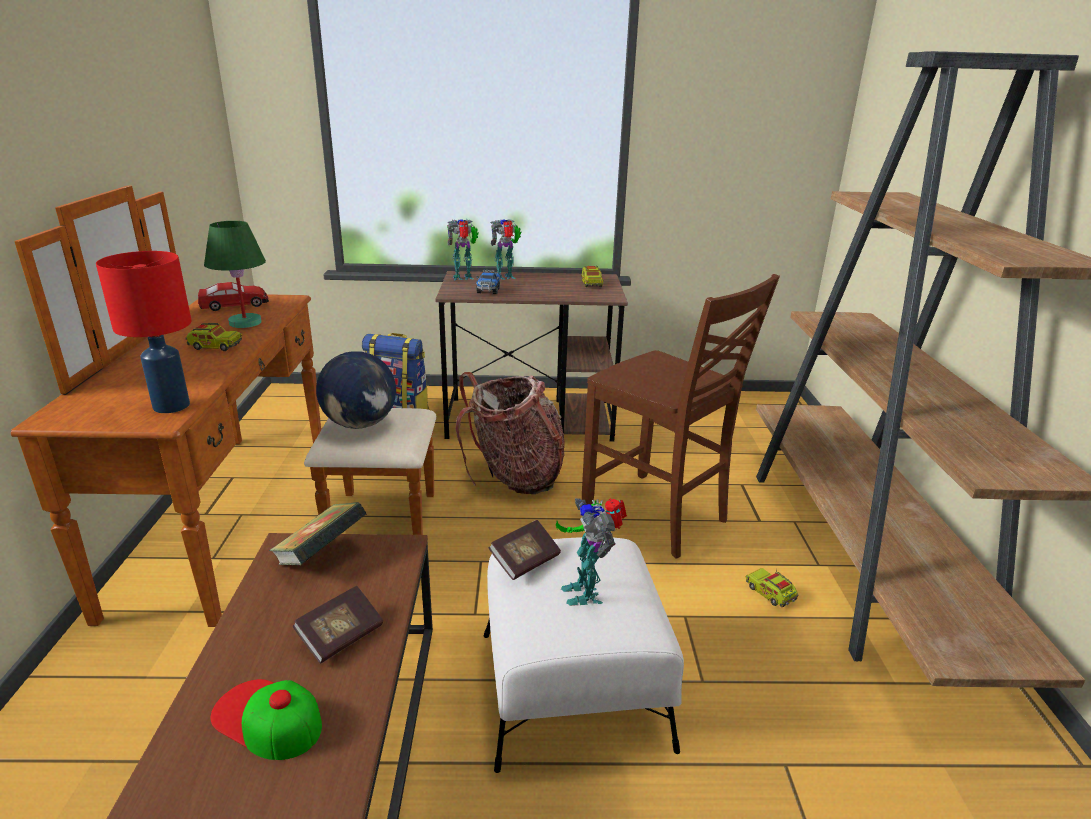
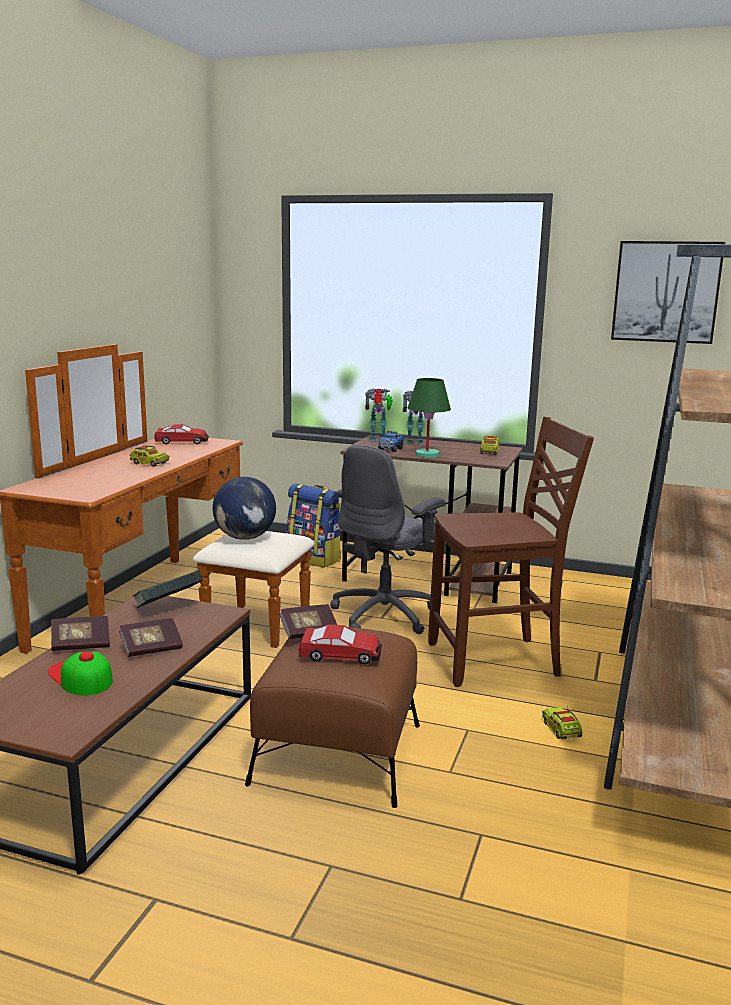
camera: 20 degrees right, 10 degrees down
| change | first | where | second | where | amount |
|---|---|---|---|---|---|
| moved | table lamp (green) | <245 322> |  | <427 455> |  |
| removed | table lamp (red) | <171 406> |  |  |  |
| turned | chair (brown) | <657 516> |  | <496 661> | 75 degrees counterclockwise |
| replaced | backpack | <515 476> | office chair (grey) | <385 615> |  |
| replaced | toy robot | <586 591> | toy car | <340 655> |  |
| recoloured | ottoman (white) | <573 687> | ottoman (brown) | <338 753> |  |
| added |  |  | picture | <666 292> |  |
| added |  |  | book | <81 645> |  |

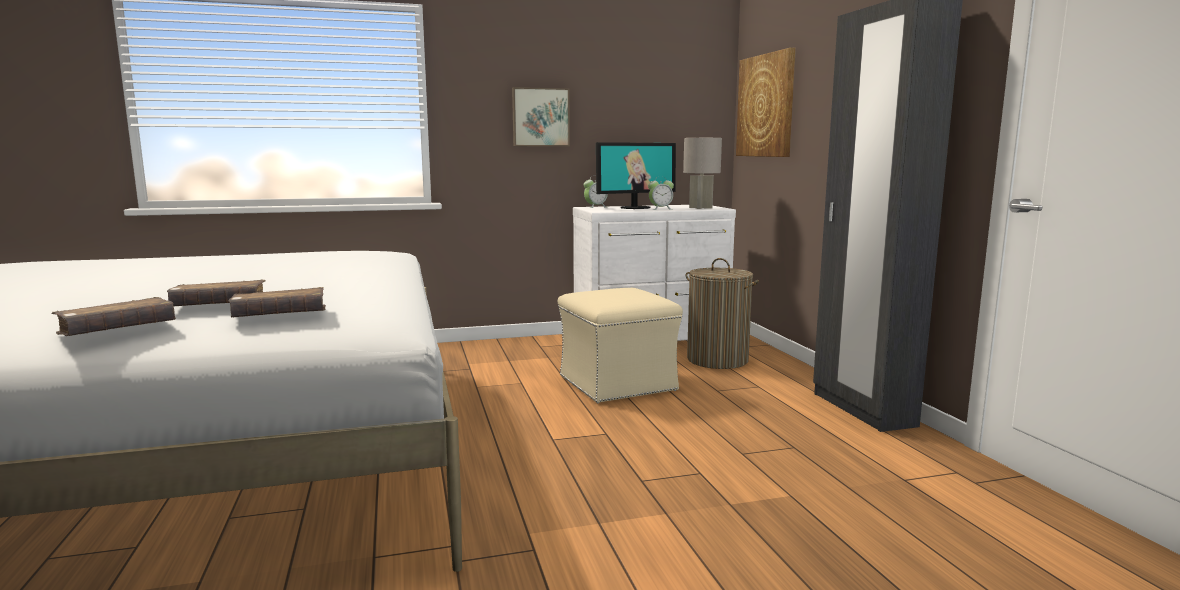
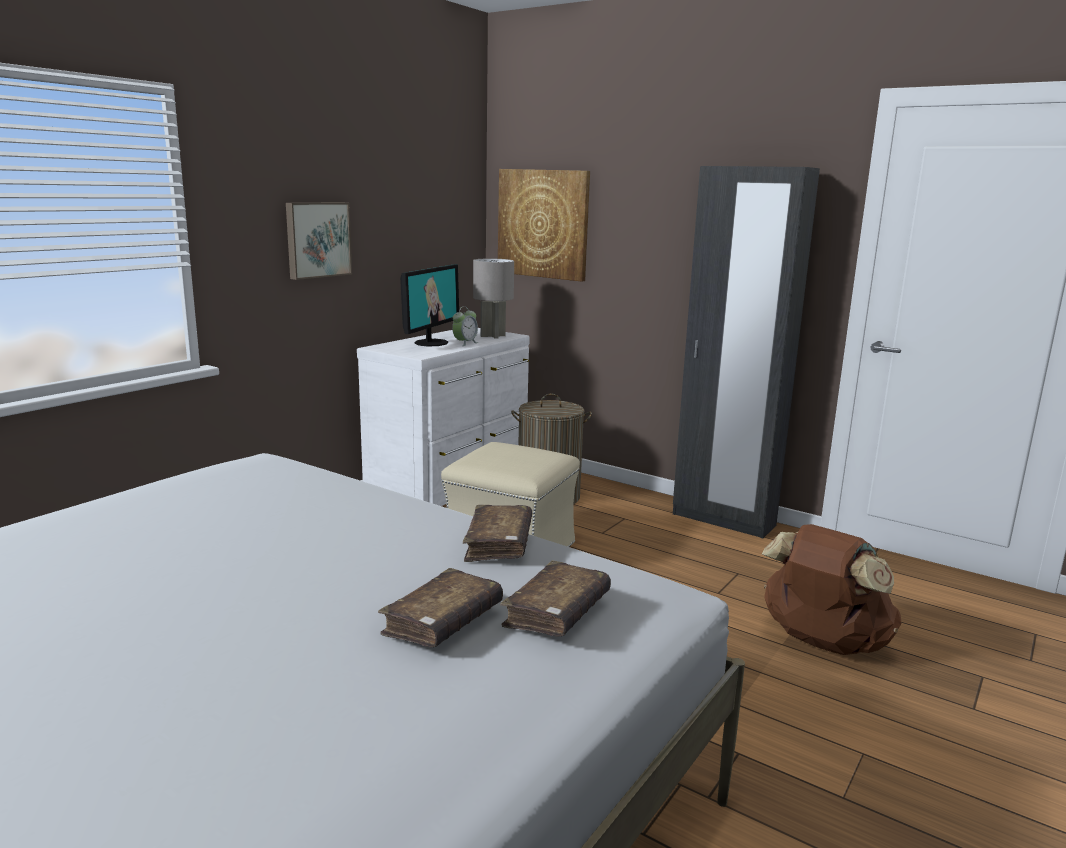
camera: 40 degrees left, 5 degrees up
| change | first | where | second | where | amount |
|---|---|---|---|---|---|
| removed | alarm clock | <595 207> |  |  |  |
| moved | book (brown) | <117 330> |  | <498 544> |  |
| added |  |  | backpack (brown) | <822 643> |  |

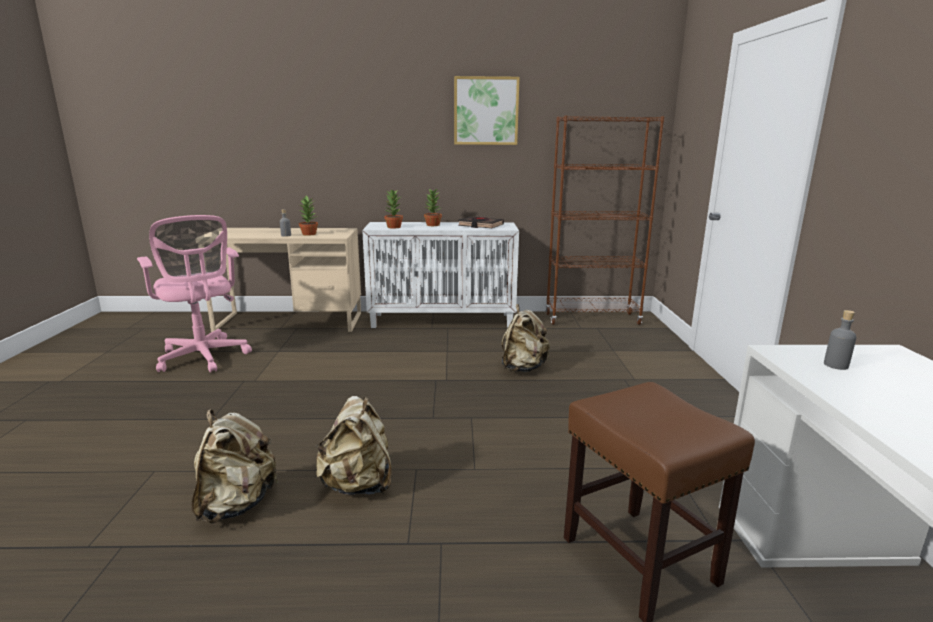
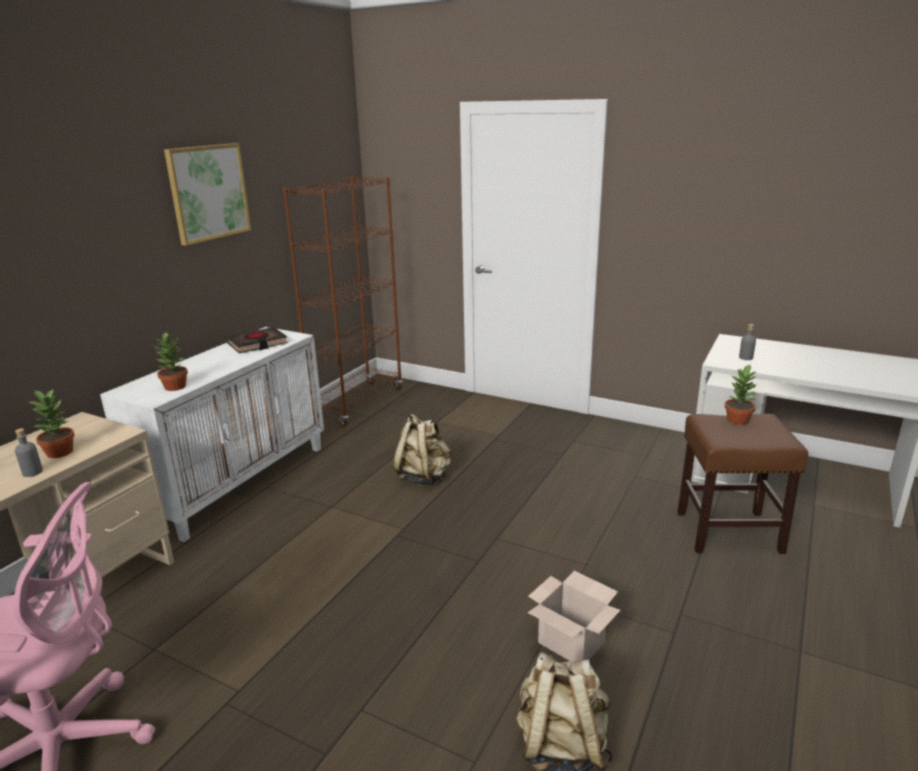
camera: 60 degrees left, 5 degrees up
| change | first | where | second | where | amount |
|---|---|---|---|---|---|
| moved | potted plant | <433 225> |  | <738 420> |  |
| replaced | backpack (beige) | <358 485> | cardboard box | <573 643> |  |

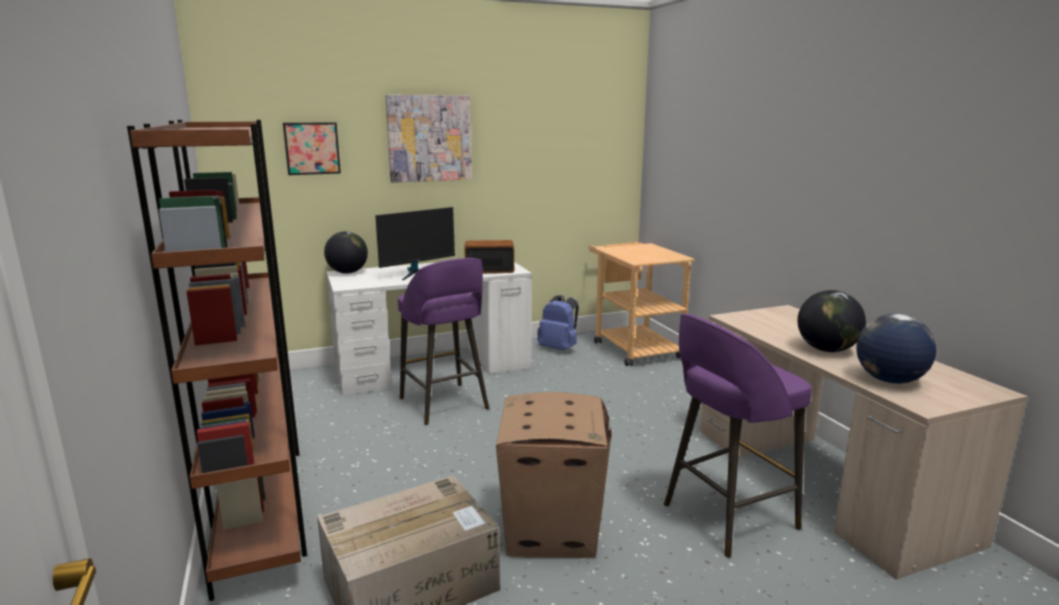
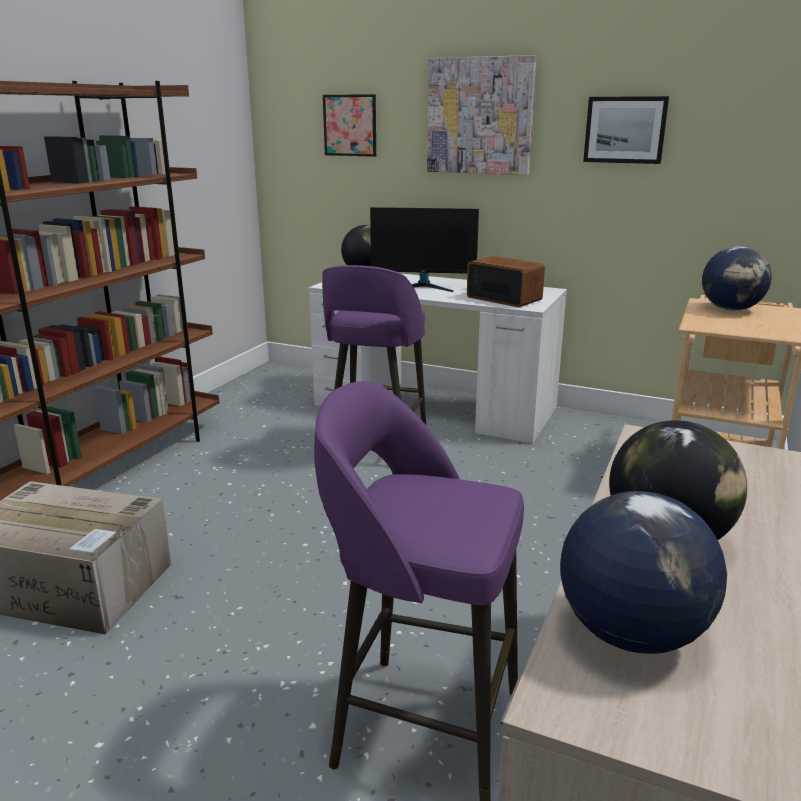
camera: 45 degrees right, 5 degrees up
| change | first | where | second | where | amount |
|---|---|---|---|---|---|
| removed | backpack (blue) | <559 348> |  |  |  |
| removed | cardboard box | <552 529> |  |  |  |
| added |  |  | picture | <625 130> |  |
| added |  |  | globe | <731 309> |  |

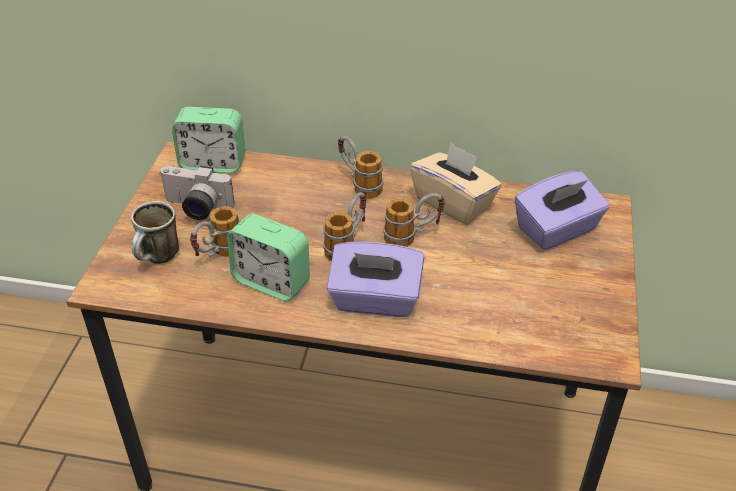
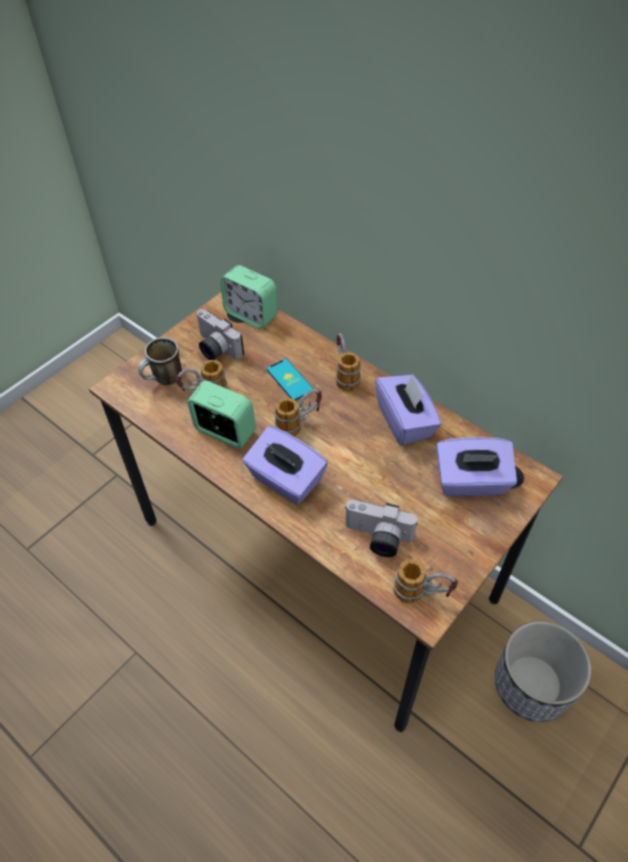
camera: 30 degrees right, 10 degrees up
| change | first | where | second | where | amount |
|---|---|---|---|---|---|
| recoloured | tissue box (beige) | <454 203> | tissue box (purple) | <405 421> |  |
| moved | mug | <413 236> |  | <422 594> |  |
| turned | alarm clock | <271 282> |  | <225 432> | 150 degrees clockwise |
| added |  |  | phone | <289 380> |  |
| added |  |  | photo camera | <377 539> |  |
| added |  |  | planter | <532 685> |  |

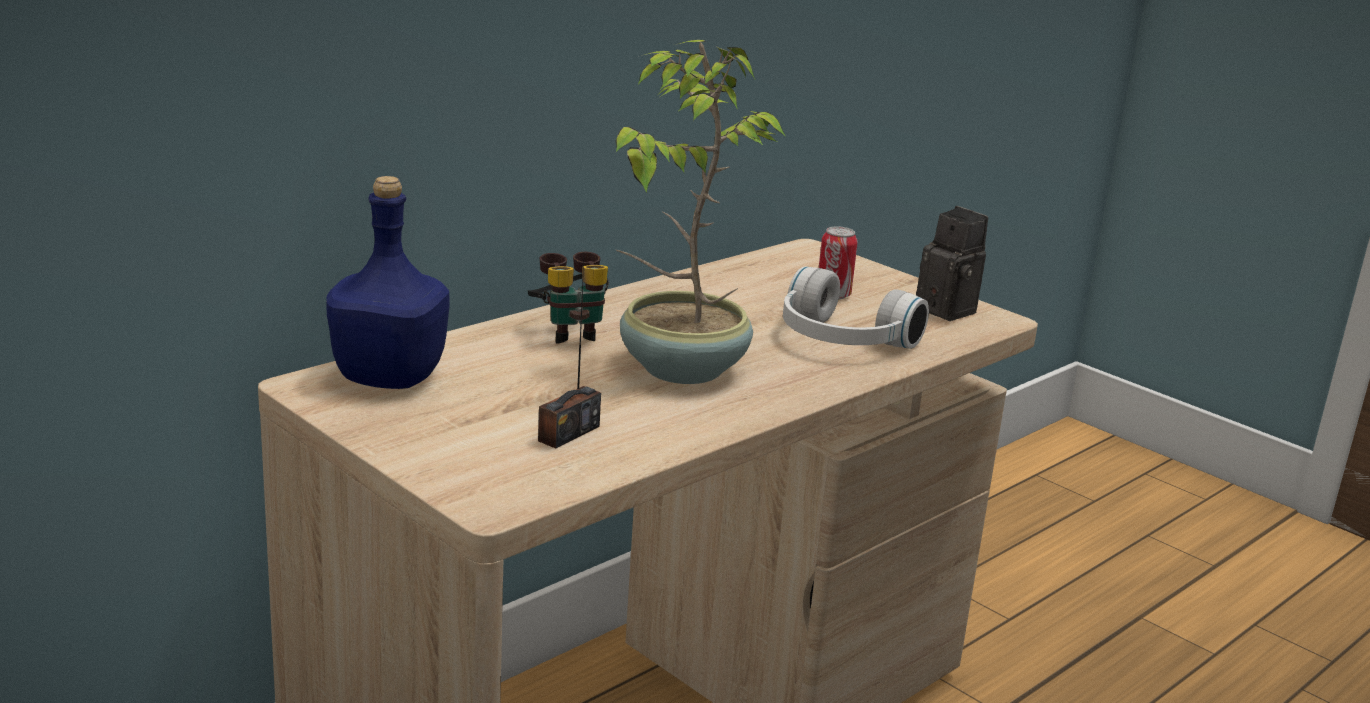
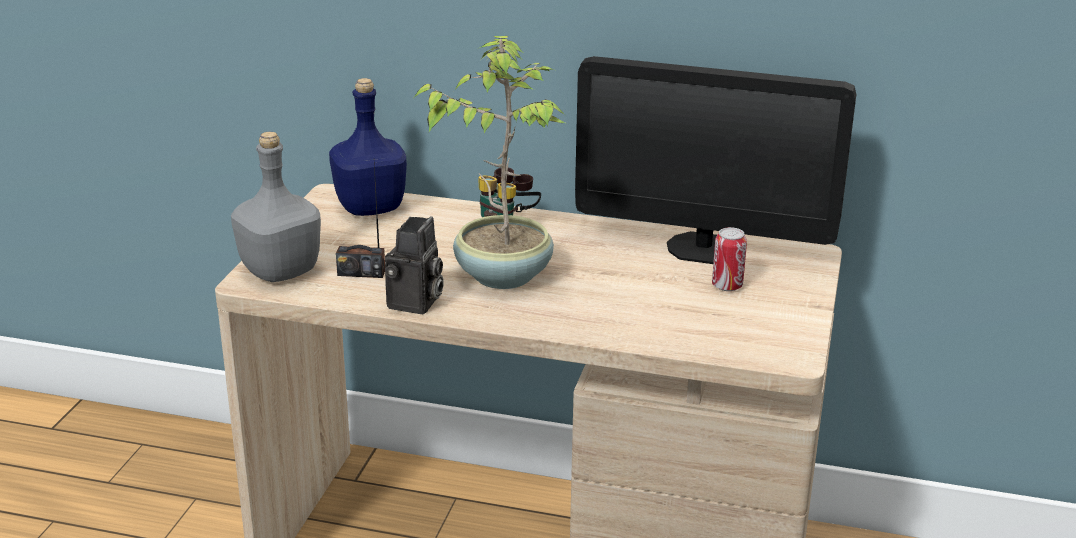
camera: 60 degrees right, 5 degrees up
| change | first | where | second | where | amount |
|---|---|---|---|---|---|
| moved | photo camera | <950 310> |  | <415 304> |  |
| removed | headphones (white) | <840 340> |  |  |  |
| added |  |  | monitor | <703 248> |  |
| added |  |  | bottle (grey) | <281 271> |  |

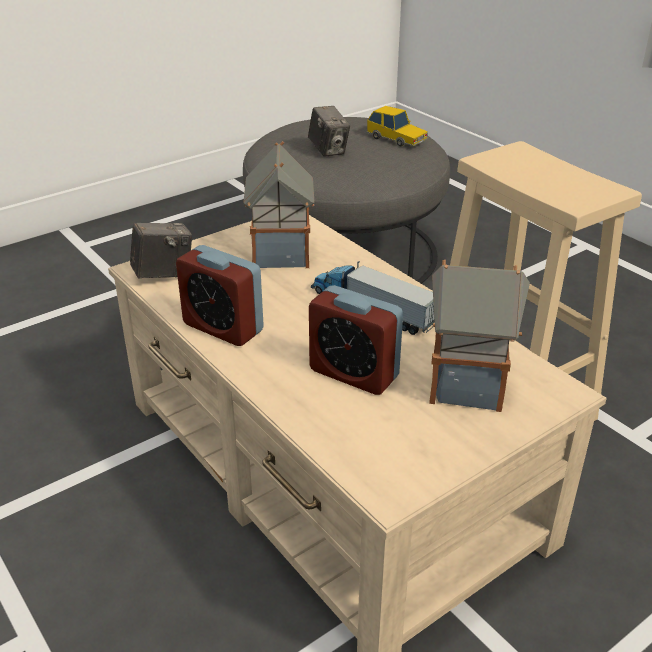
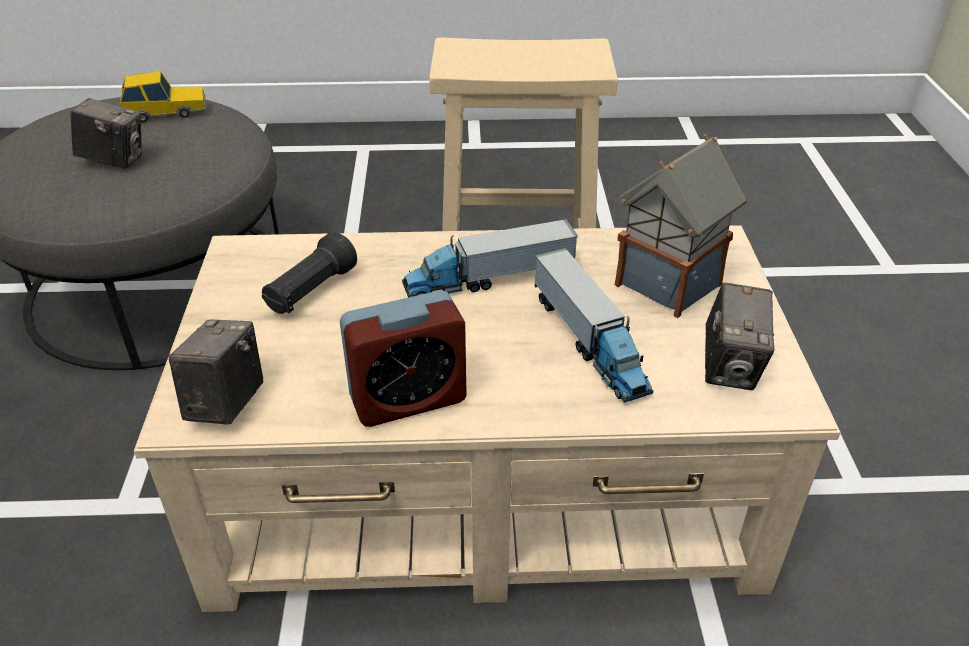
camera: 55 degrees left, 5 degrees up
| change | first | where | second | where | amount |
|---|---|---|---|---|---|
| replaced | toy house | <281 256> | flashlight (black) | <311 291> |  |
| replaced | alarm clock | <354 373> | toy truck | <589 341> |  |
| added |  |  | photo camera | <730 368> |  |

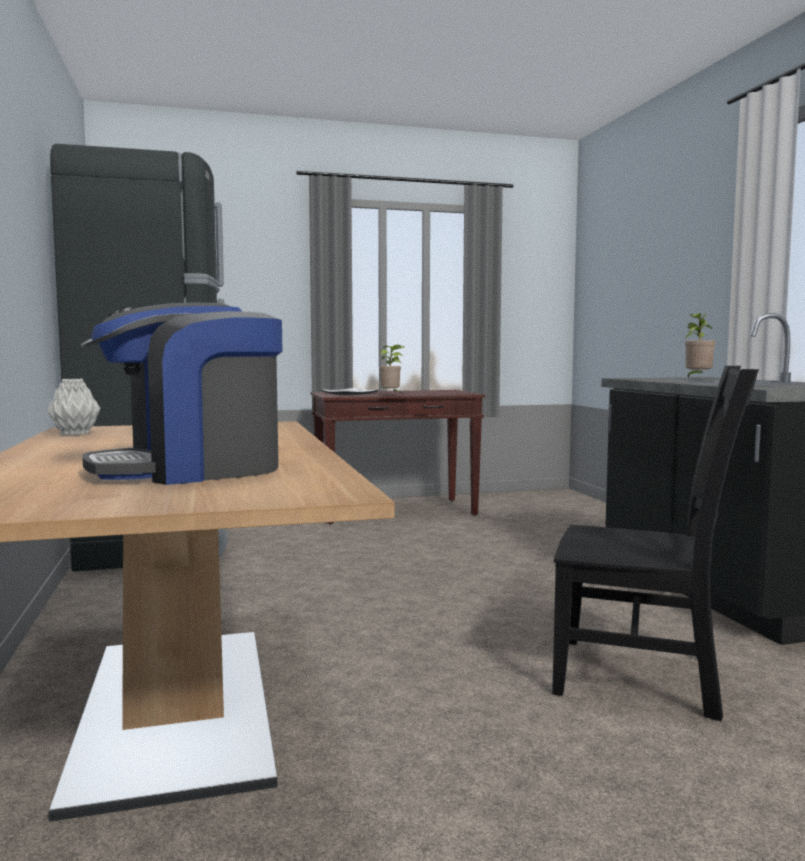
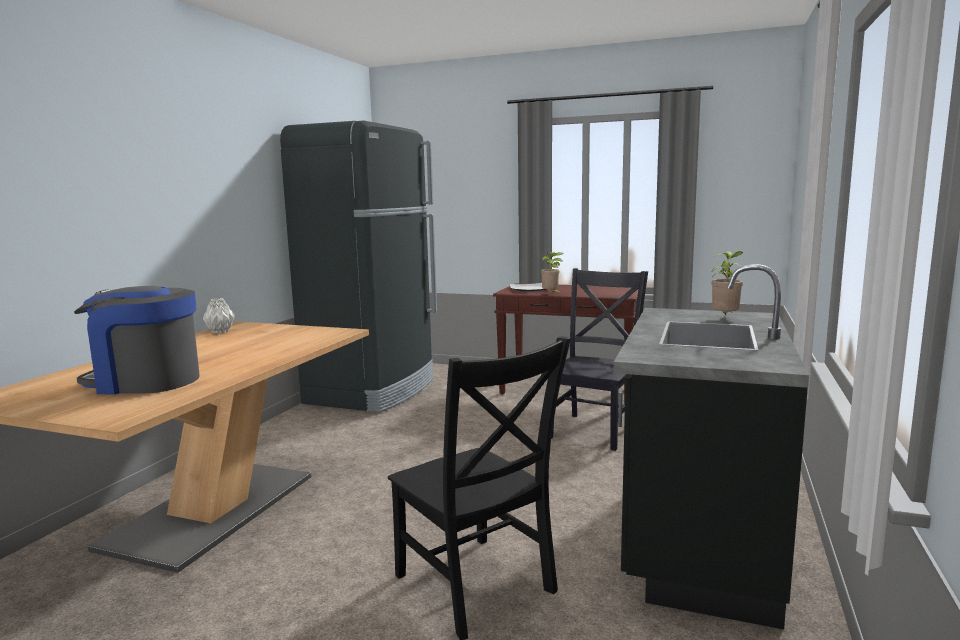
camera: 35 degrees right, 5 degrees up
| change | first | where | second | where | amount |
|---|---|---|---|---|---|
| added |  |  | chair (black) | <595 429> |  |

